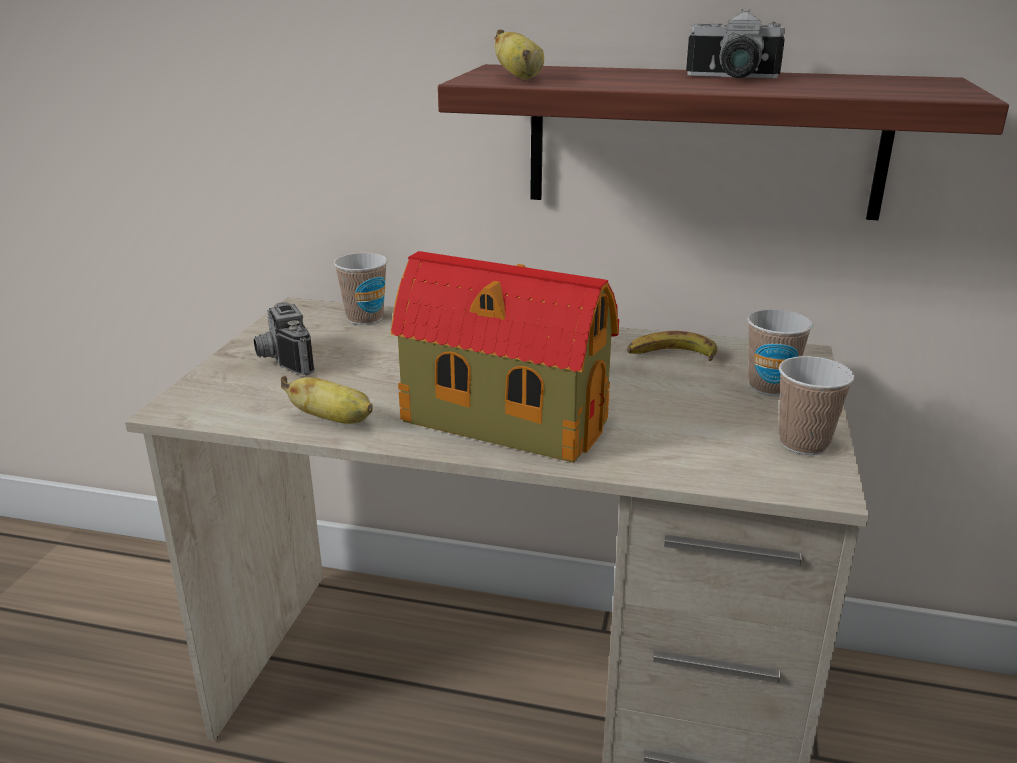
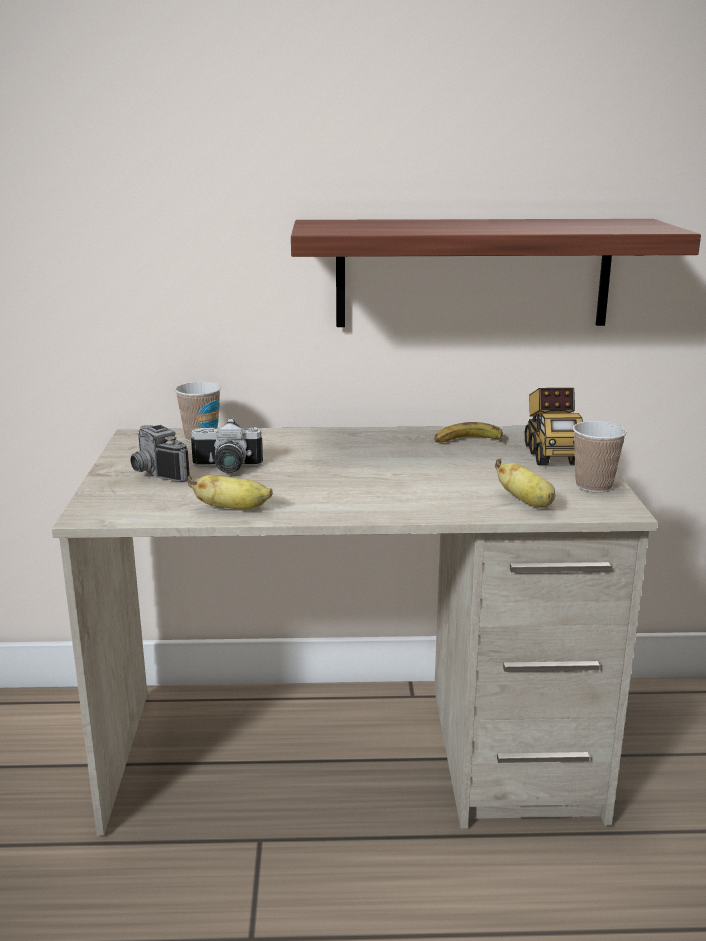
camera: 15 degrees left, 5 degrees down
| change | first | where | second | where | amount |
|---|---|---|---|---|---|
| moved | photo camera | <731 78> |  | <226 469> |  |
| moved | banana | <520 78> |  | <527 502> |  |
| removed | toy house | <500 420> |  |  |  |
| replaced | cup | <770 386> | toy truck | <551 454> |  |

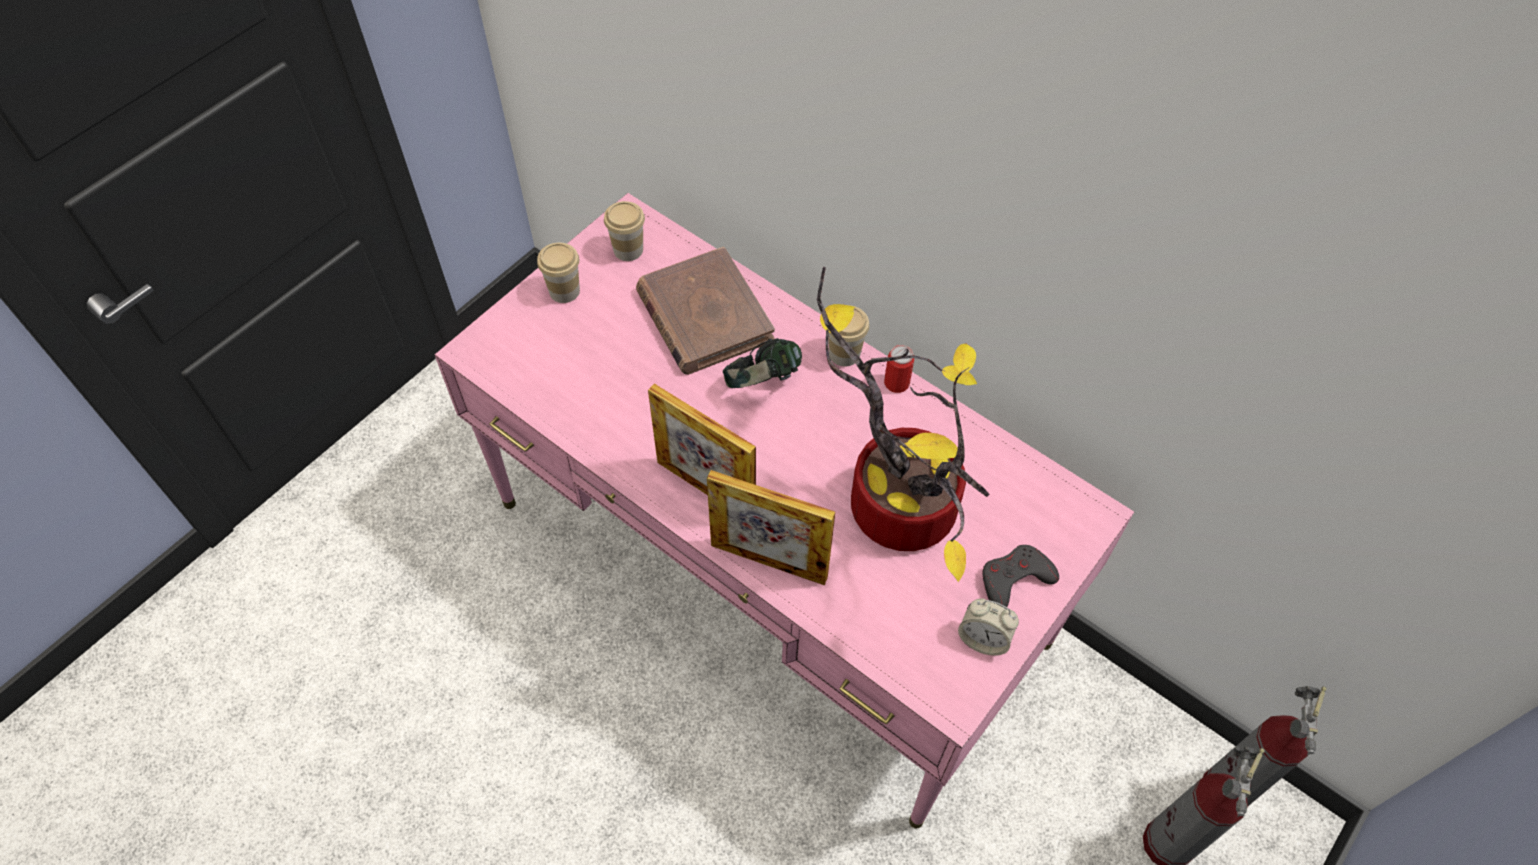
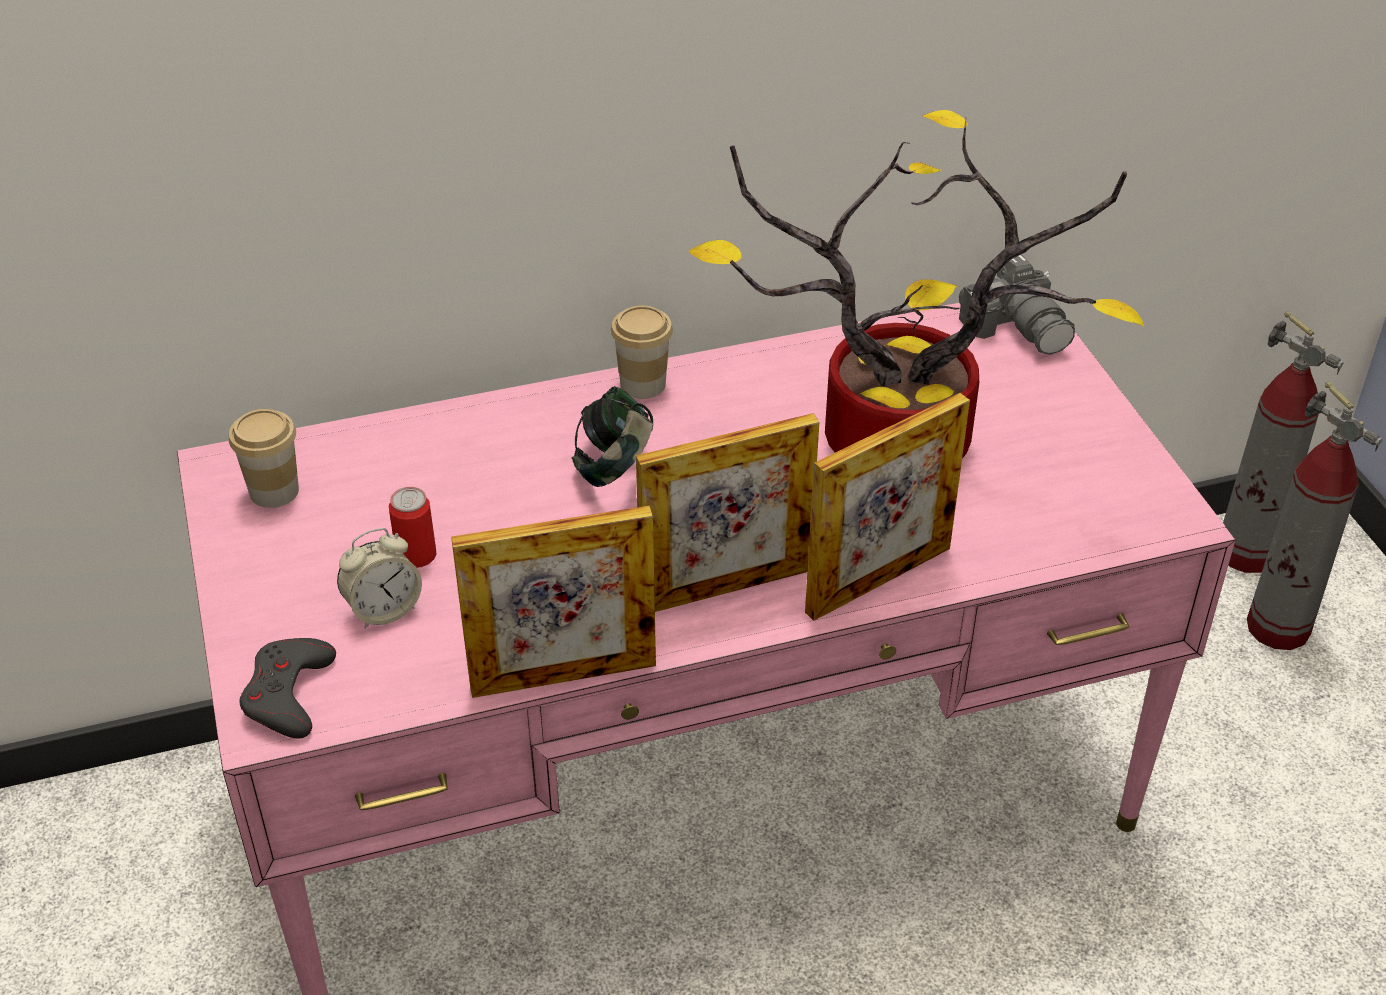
camera: 55 degrees left, 15 degrees down
| change | first | where | second | where | amount |
|---|---|---|---|---|---|
| removed | cup | <564 291> |  |  |  |
| removed | book (brown) | <704 315> |  |  |  |
| moved | can | <896 383> |  | <416 555> |  |
| moved | game controller (grey) | <1014 579> |  | <288 694> |  |
| moved | alarm clock | <983 638> |  | <383 610> |  |
| added |  |  | photo camera | <1017 327> |  |
| added |  |  | picture frame | <563 676> |  |

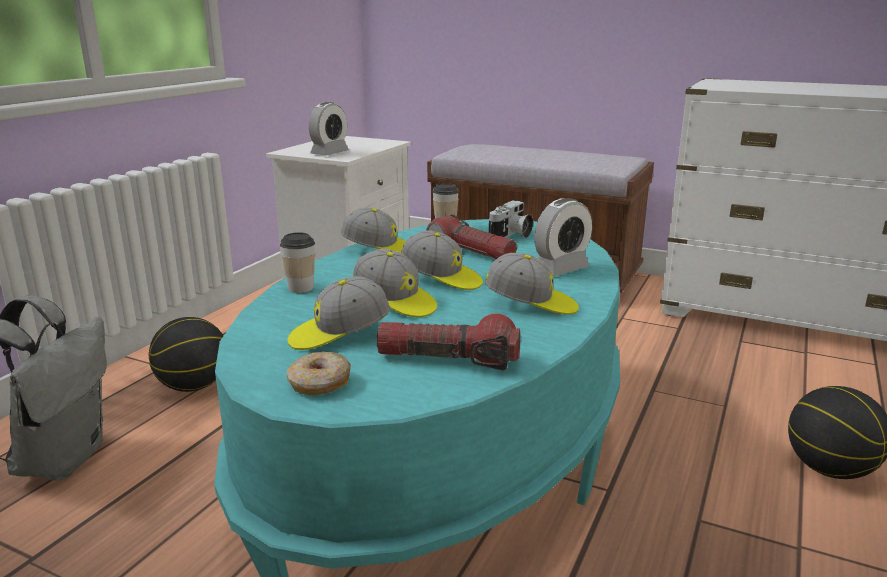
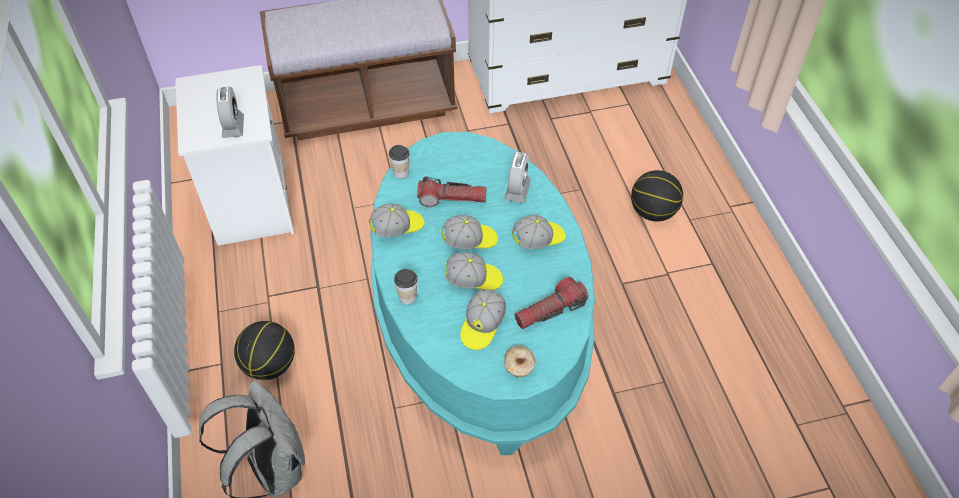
camera: 40 degrees left, 30 degrees up
| change | first | where | second | where | amount |
|---|---|---|---|---|---|
| removed | photo camera | <511 235> |  |  |  |

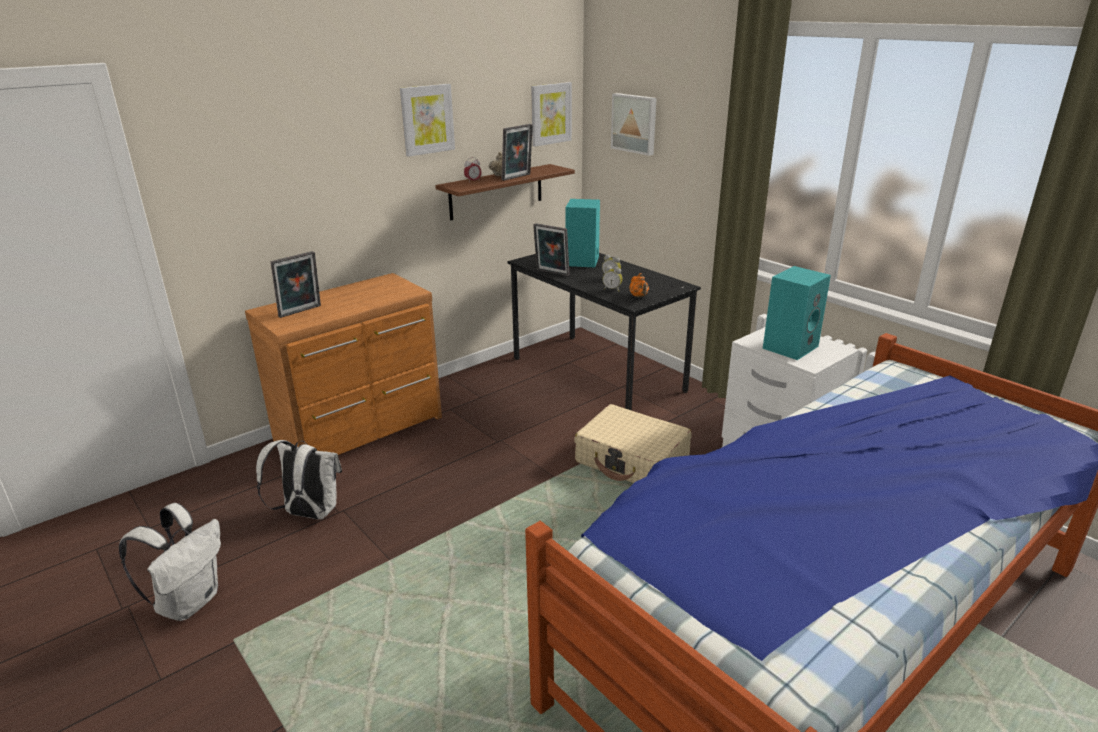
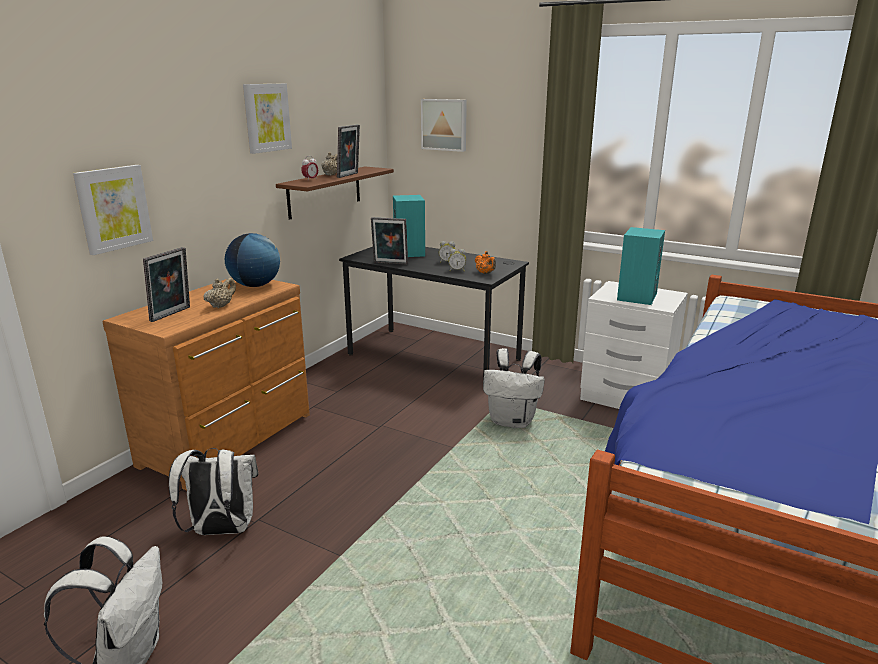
camera: 20 degrees left, 5 degrees down
| change | first | where | second | where | amount |
|---|---|---|---|---|---|
| moved | picture | <550 113> |  | <113 208> |  |
| replaced | suitcase (beige) | <632 460> | backpack (white) | <513 421> |  |
| added |  |  | globe | <255 285> |  |
| added |  |  | teapot (beige) | <221 306> |  |

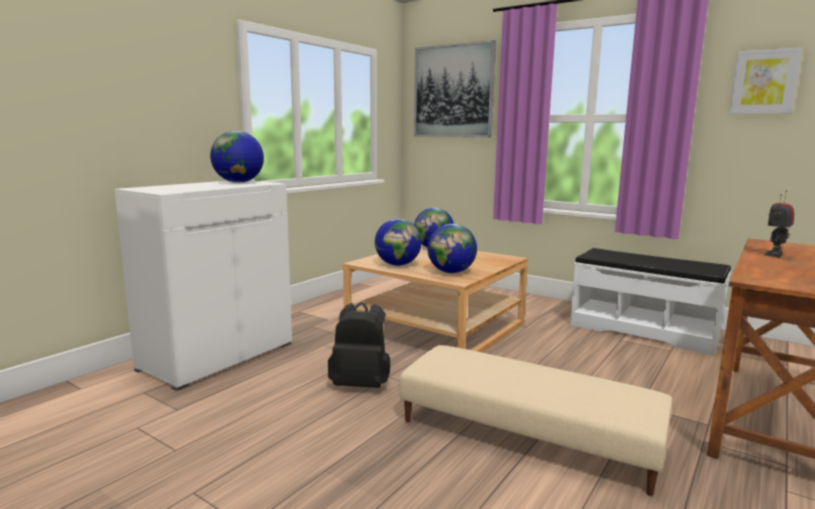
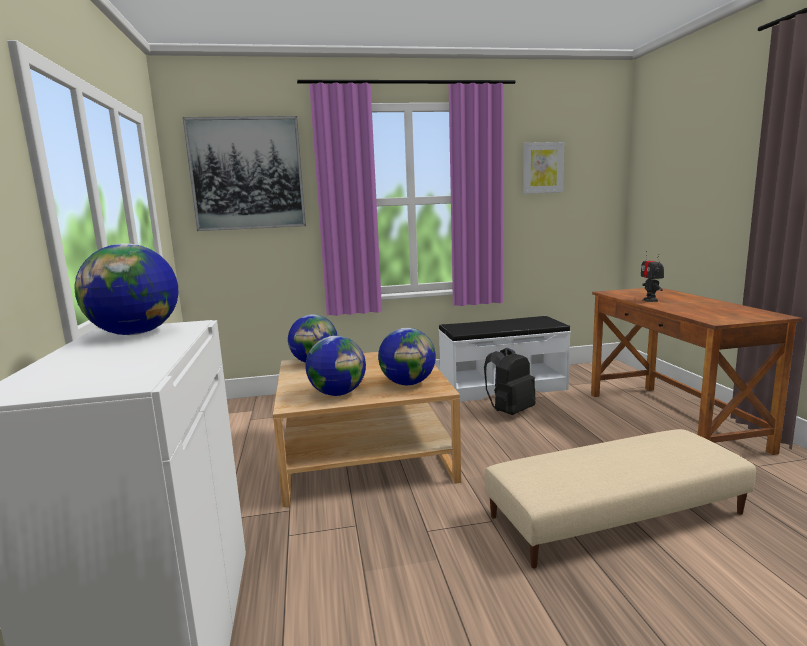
camera: 45 degrees left, 0 degrees up
| change | first | where | second | where | amount |
|---|---|---|---|---|---|
| moved | backpack (black) | <361 384> |  | <510 411> |  |

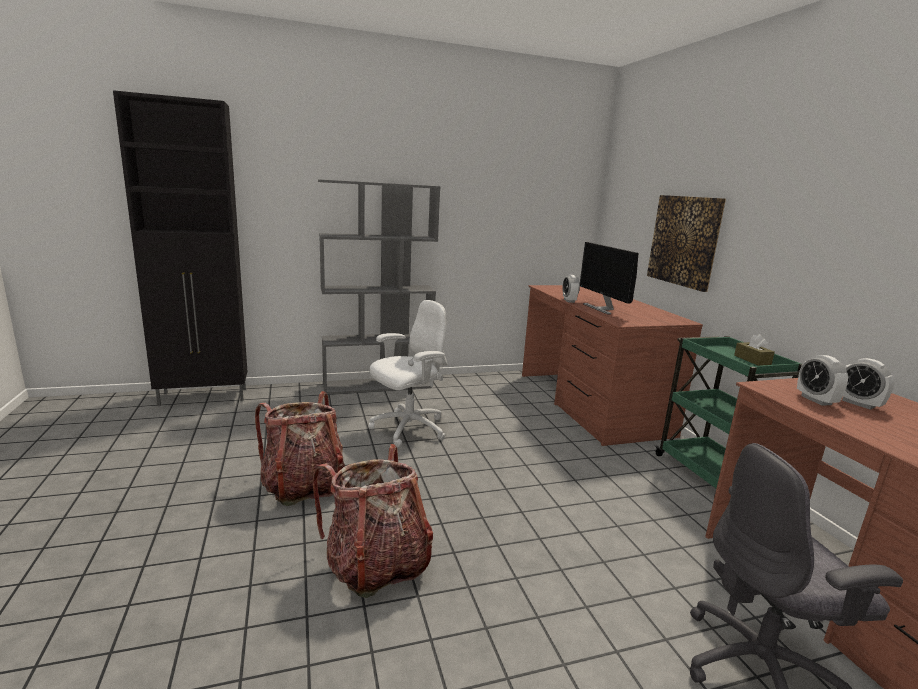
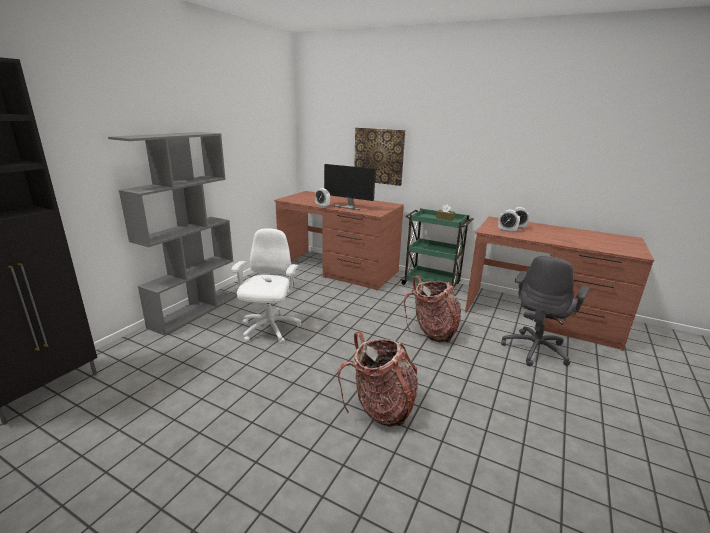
camera: 45 degrees left, 5 degrees up
| change | first | where | second | where | amount |
|---|---|---|---|---|---|
| moved | backpack | <303 486> |  | <433 331> |  |

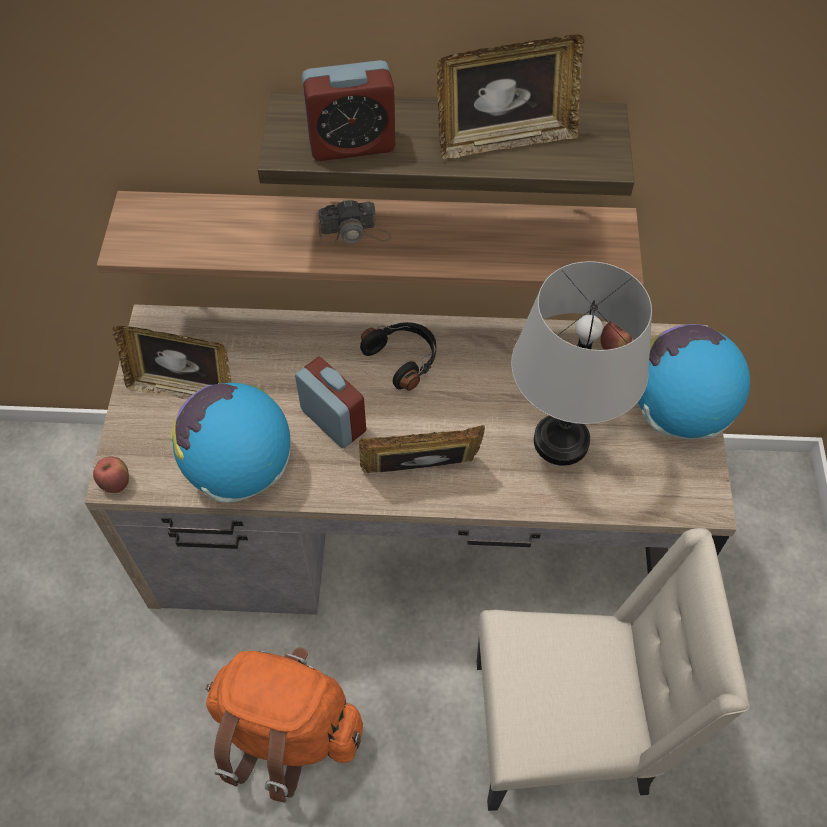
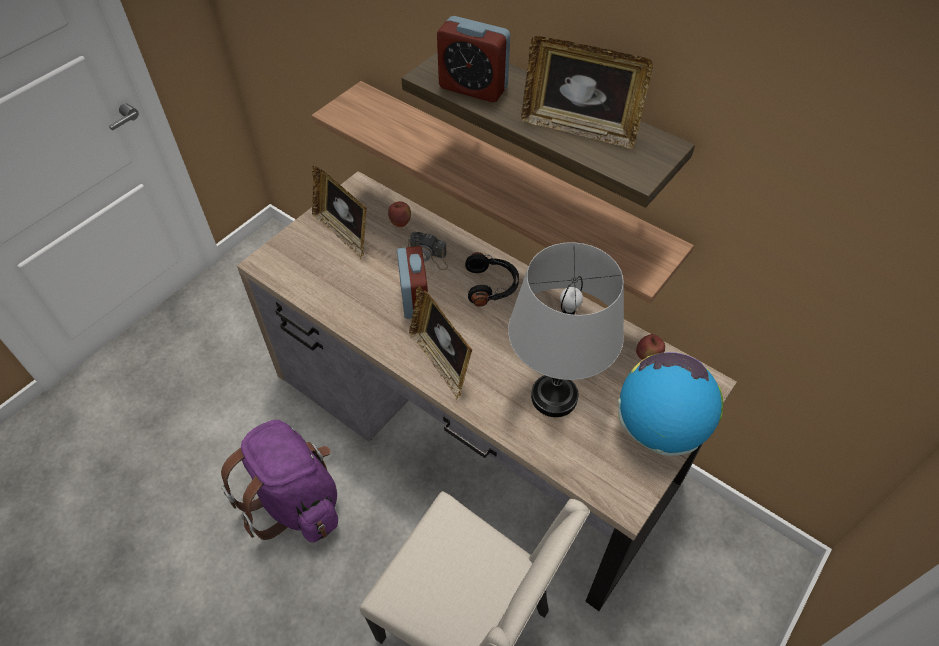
camera: 35 degrees right, 5 degrees down
| change | first | where | second | where | amount |
|---|---|---|---|---|---|
| moved | photo camera | <354 233> |  | <428 256> |  |
| removed | globe | <240 469> |  |  |  |
| turned | picture frame | <420 473> |  | <441 362> | 150 degrees counterclockwise |
| moved | apple | <116 483> |  | <400 223> |  |
| recoloured | backpack (orange) | <286 731> | backpack (purple) | <296 500> |  |

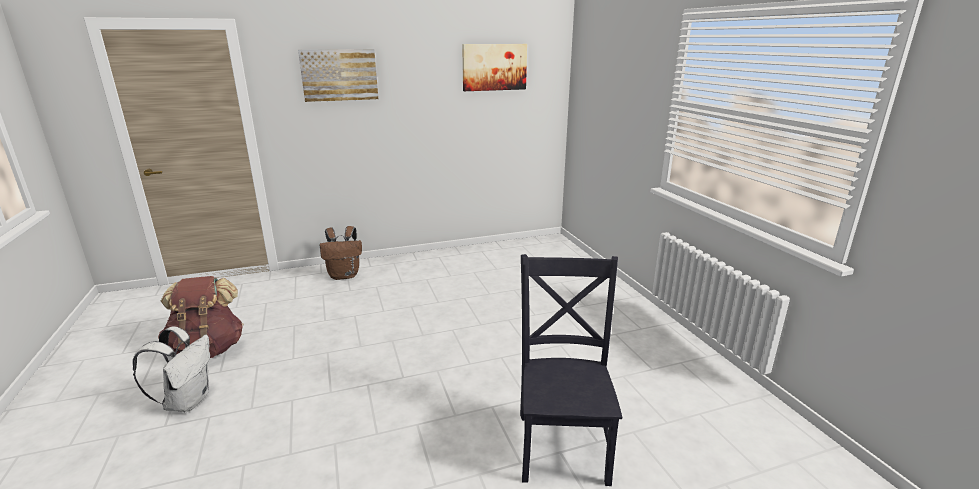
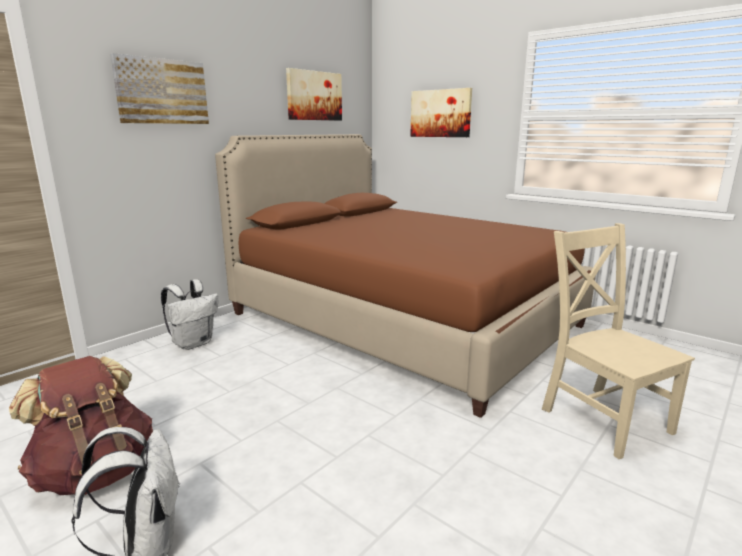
camera: 30 degrees left, 5 degrees down
| change | first | where | second | where | amount |
|---|---|---|---|---|---|
| recoloured | backpack (brown) | <345 275> | backpack (white) | <193 343> |  |
| recoloured | chair (black) | <563 443> | chair (beige) | <602 417> |  |
| added |  |  | picture | <440 113> |  |
| added |  |  | bed (brown) | <402 320> |  |

